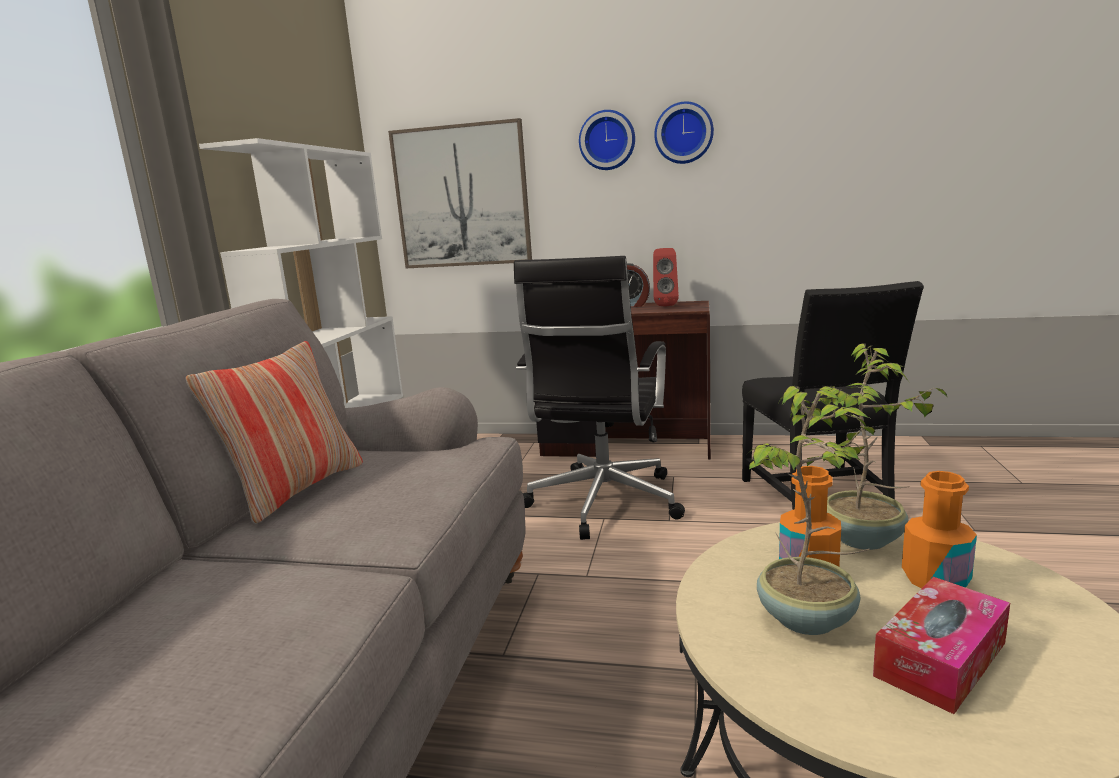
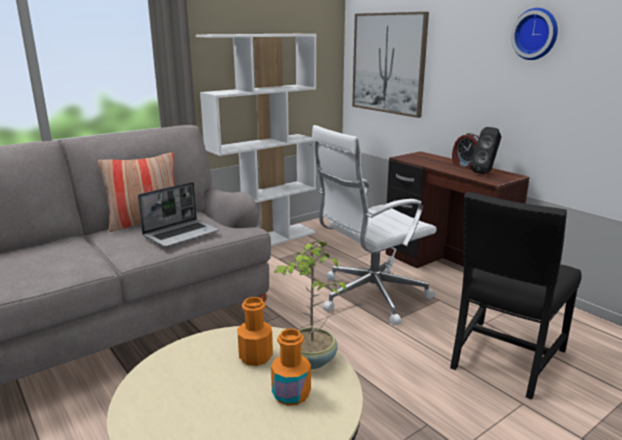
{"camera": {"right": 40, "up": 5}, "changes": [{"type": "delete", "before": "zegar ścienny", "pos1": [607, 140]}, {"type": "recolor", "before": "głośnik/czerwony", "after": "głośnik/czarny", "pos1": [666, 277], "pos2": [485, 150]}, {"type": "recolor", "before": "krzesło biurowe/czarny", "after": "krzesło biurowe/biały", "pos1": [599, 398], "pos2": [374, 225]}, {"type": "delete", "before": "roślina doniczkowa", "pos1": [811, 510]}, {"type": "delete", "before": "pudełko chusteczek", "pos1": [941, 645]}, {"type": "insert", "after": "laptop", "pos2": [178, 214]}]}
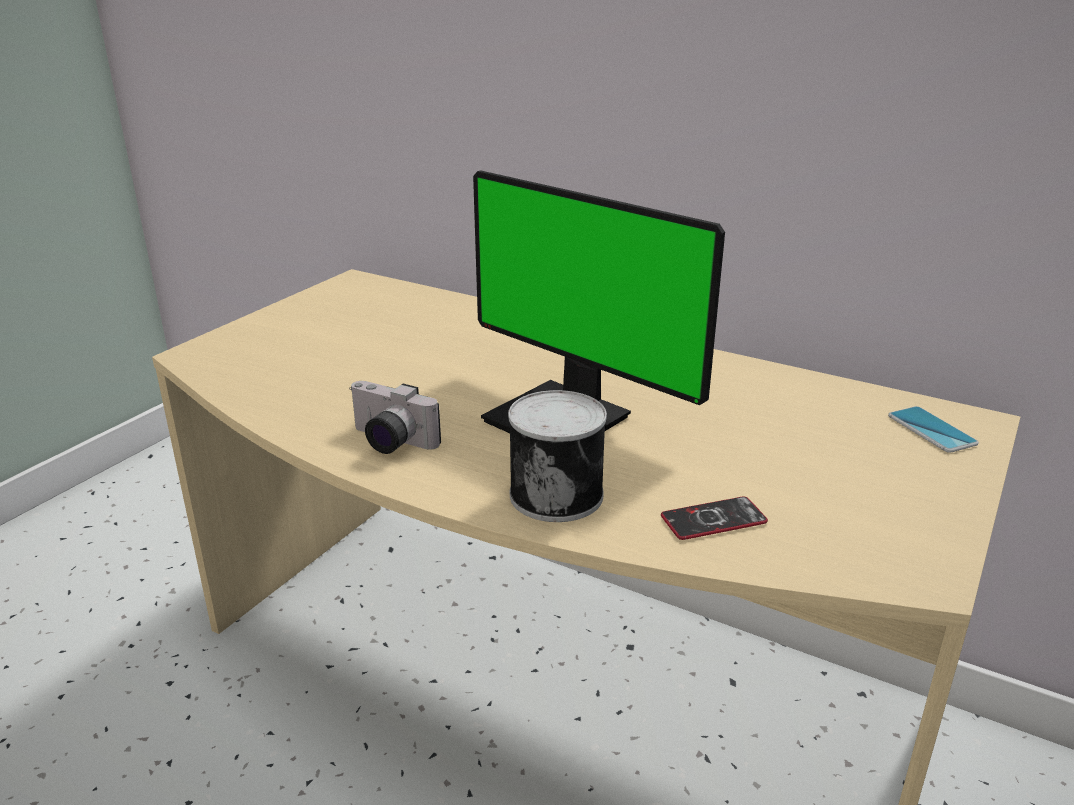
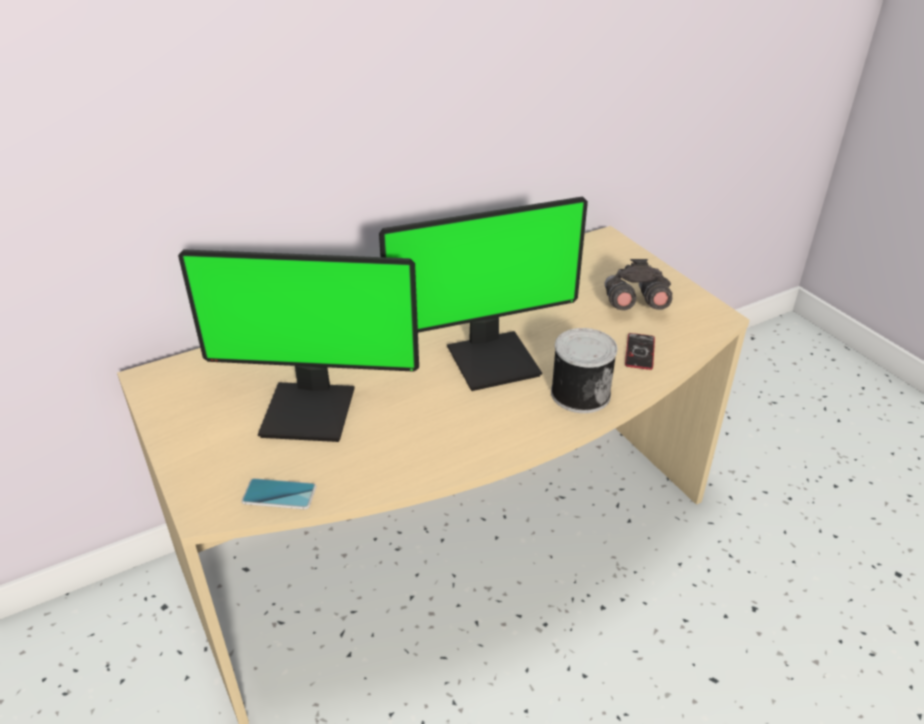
{"camera": {"right": -60, "up": 10}, "changes": [{"type": "delete", "before": "aparat fotograficzny", "pos1": [395, 417]}, {"type": "move", "before": "telefon", "pos1": [933, 429], "pos2": [278, 493]}, {"type": "insert", "after": "monitor", "pos2": [298, 345]}, {"type": "insert", "after": "lornetka/szary", "pos2": [638, 284]}]}
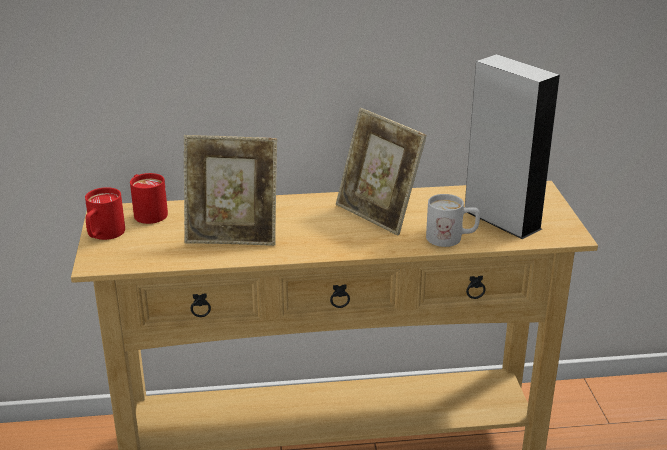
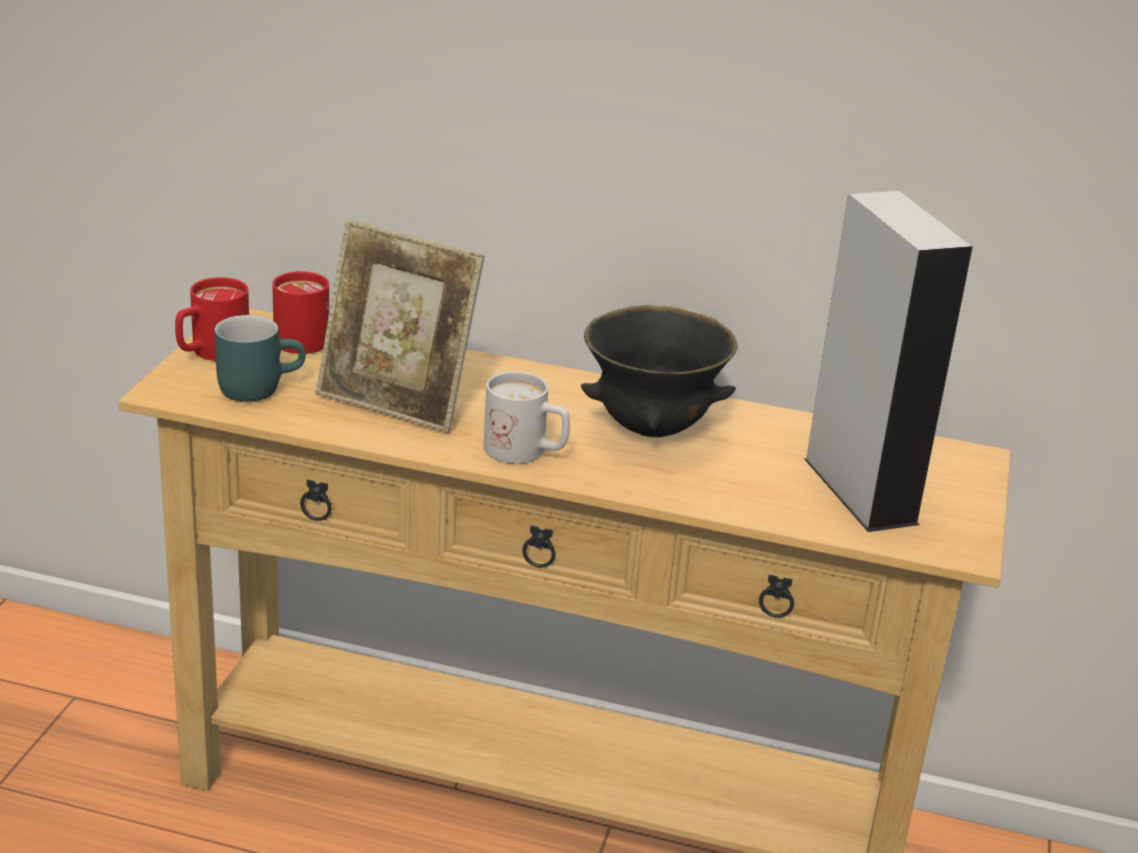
{"camera": {"right": 20, "up": 0}, "changes": [{"type": "replace", "before": "ramka na zdjęcie", "after": "miska/czarny", "pos1": [381, 172], "pos2": [659, 371]}, {"type": "move", "before": "kubek/biały", "pos1": [453, 220], "pos2": [527, 417]}, {"type": "insert", "after": "kubek/turkusowy", "pos2": [260, 358]}]}
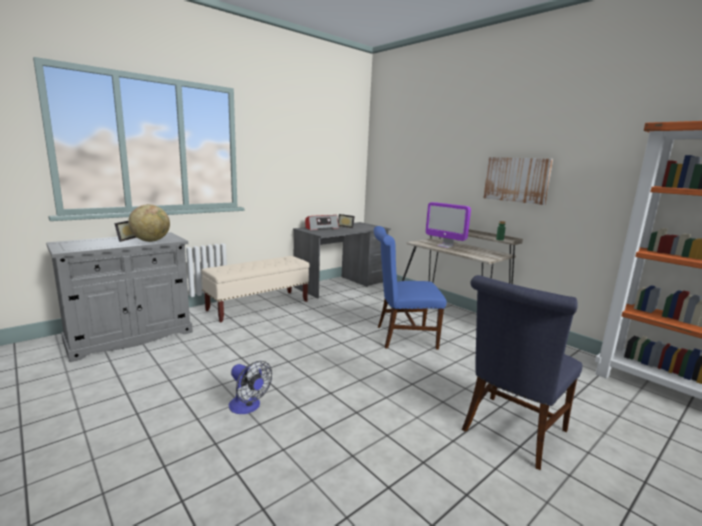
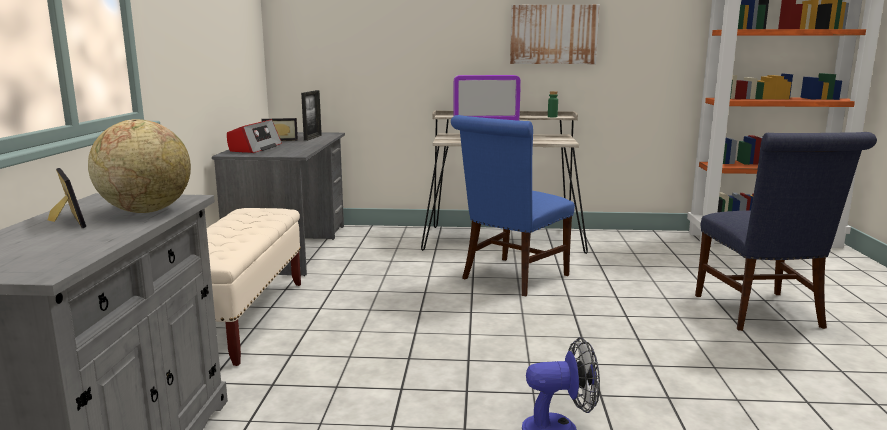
{"camera": {"right": -45, "up": 0}, "changes": [{"type": "insert", "after": "ramka na zdjęcie", "pos2": [311, 115]}]}
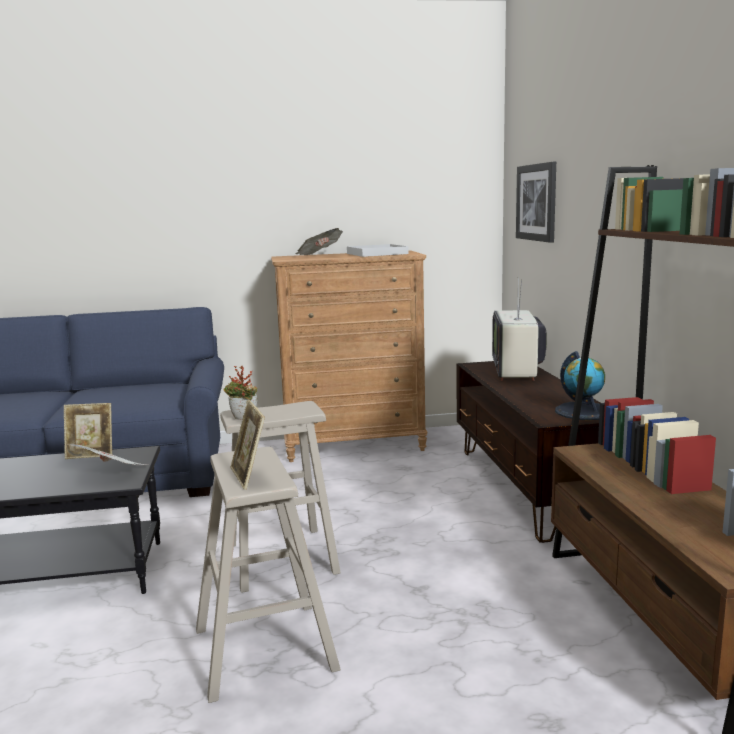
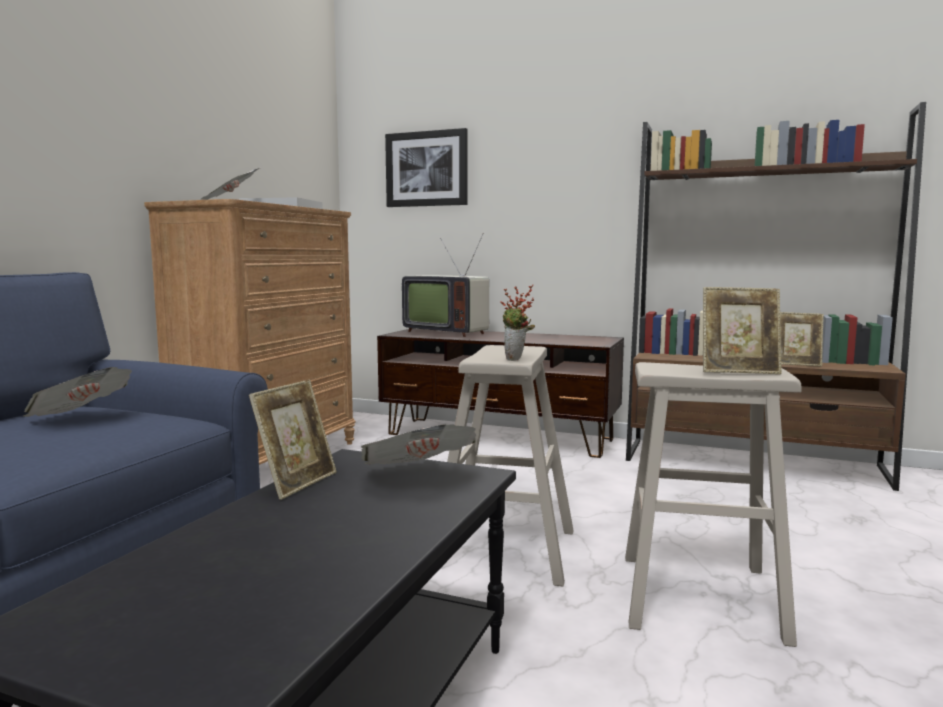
{"camera": {"right": -60, "up": -5}, "changes": [{"type": "delete", "before": "globus", "pos1": [580, 385]}, {"type": "insert", "after": "ramka na zdjęcie", "pos2": [802, 339]}, {"type": "insert", "after": "gazeta", "pos2": [77, 392]}]}
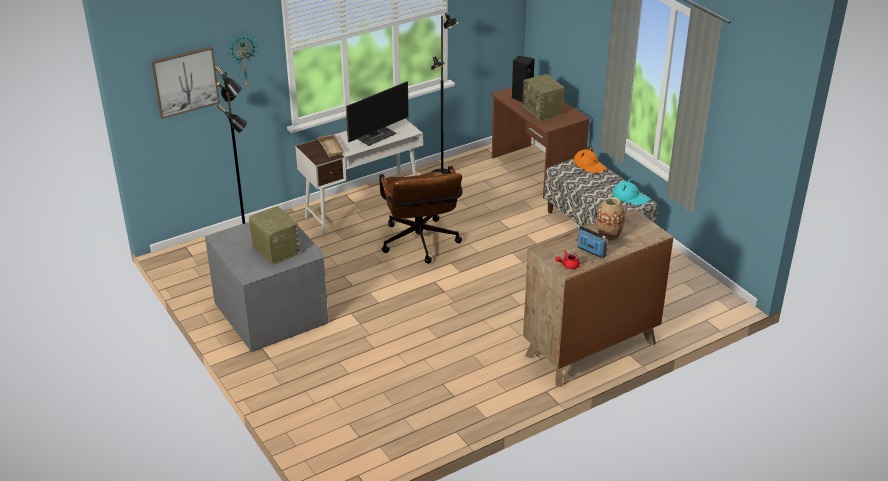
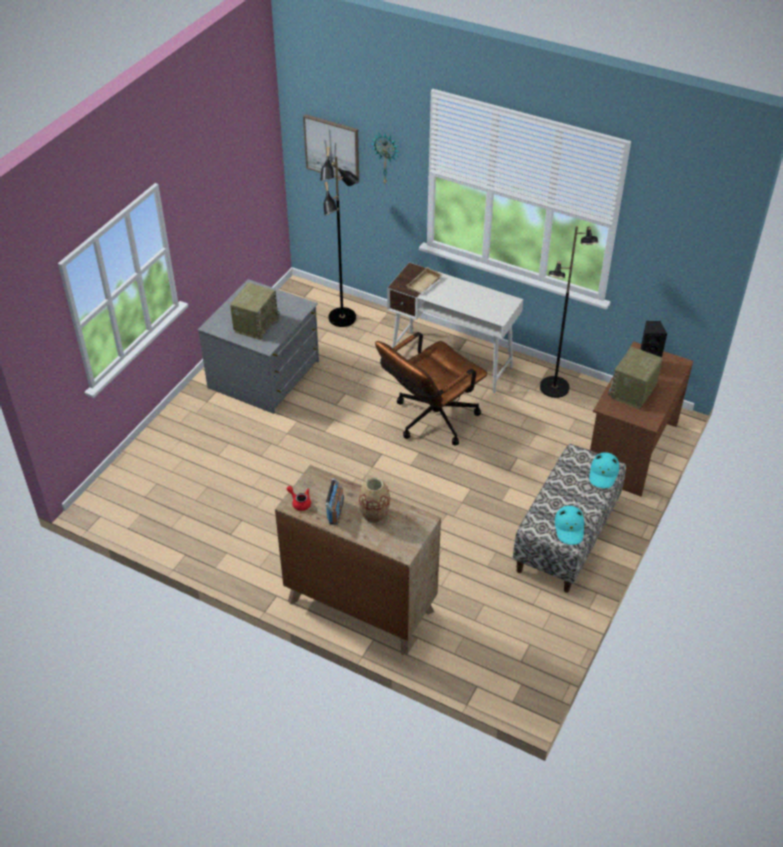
{"camera": {"right": 60, "up": 10}, "changes": [{"type": "delete", "before": "monitor", "pos1": [377, 113]}, {"type": "recolor", "before": "kapelusz/pomarańczowy", "after": "kapelusz/turkusowy", "pos1": [589, 160], "pos2": [604, 470]}]}
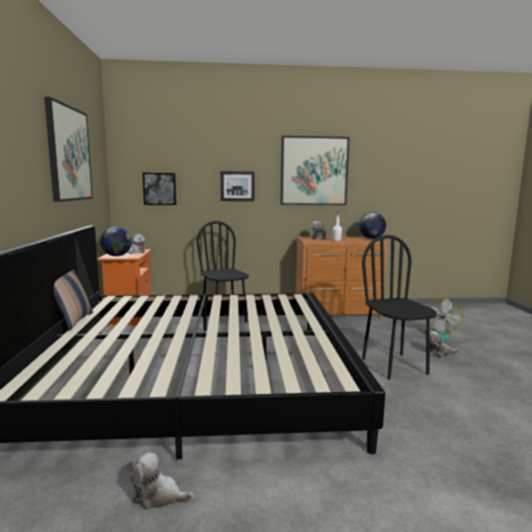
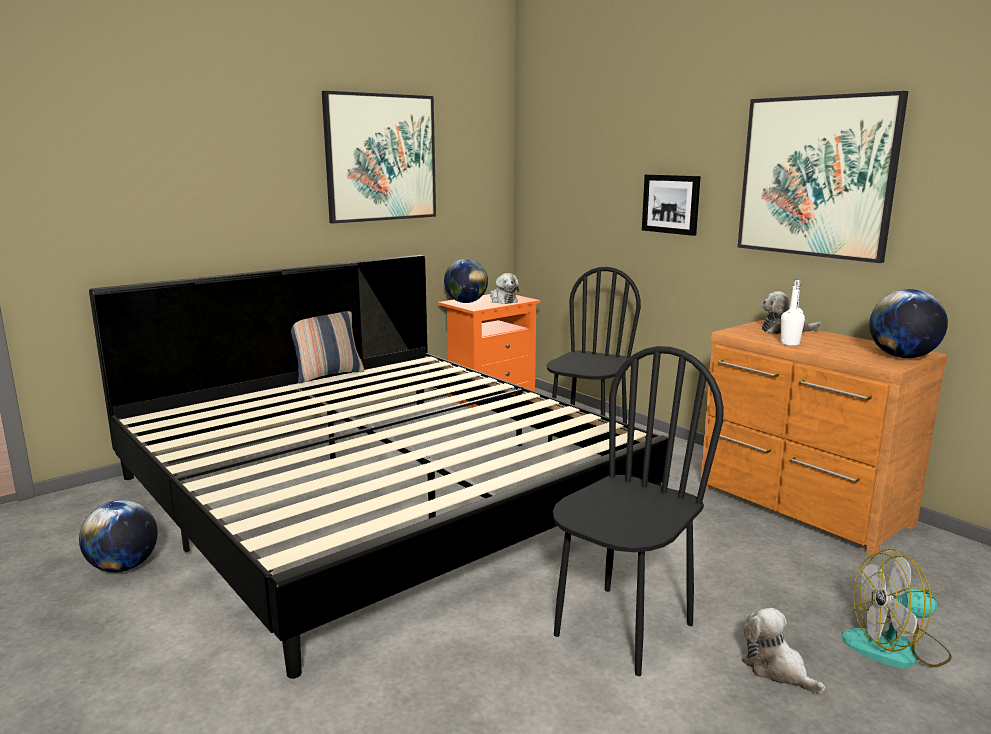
{"camera": {"right": 55, "up": 5}, "changes": [{"type": "delete", "before": "obraz", "pos1": [159, 189]}, {"type": "replace", "before": "pluszak", "after": "globus", "pos1": [162, 481], "pos2": [118, 536]}]}
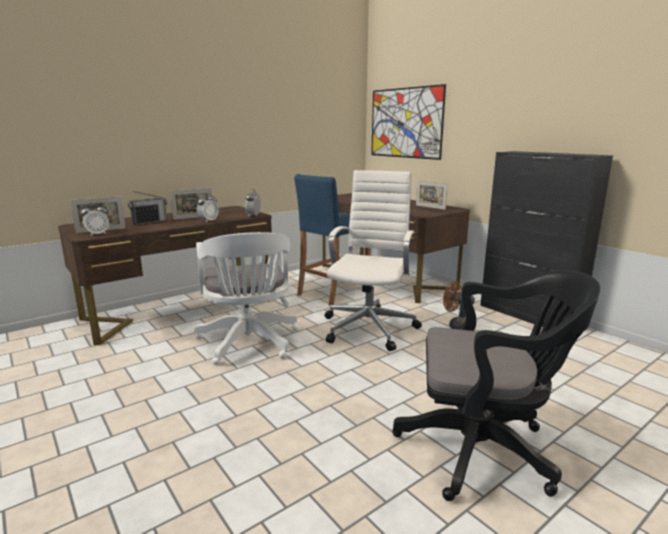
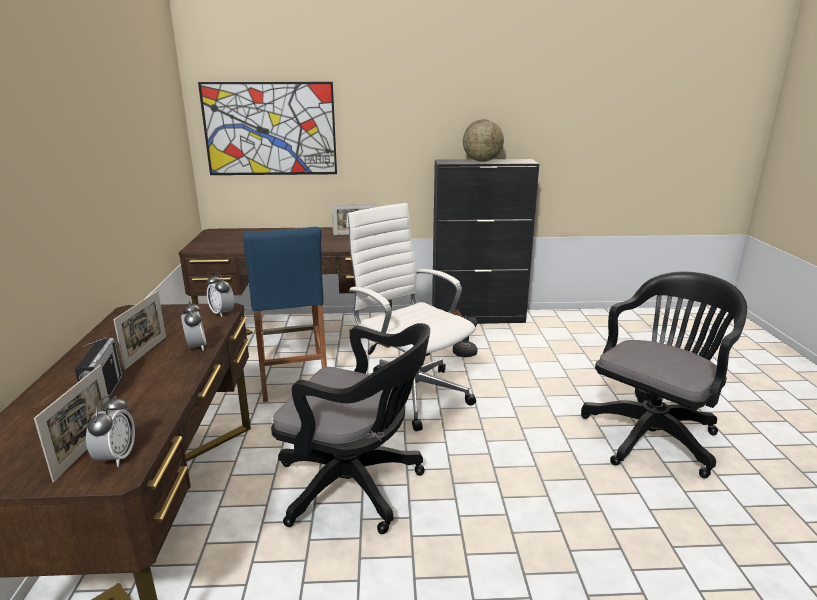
{"camera": {"right": -55, "up": 5}, "changes": [{"type": "recolor", "before": "krzesło biurowe/biały", "after": "krzesło biurowe/czarny", "pos1": [246, 298], "pos2": [350, 428]}, {"type": "insert", "after": "globus", "pos2": [483, 140]}]}
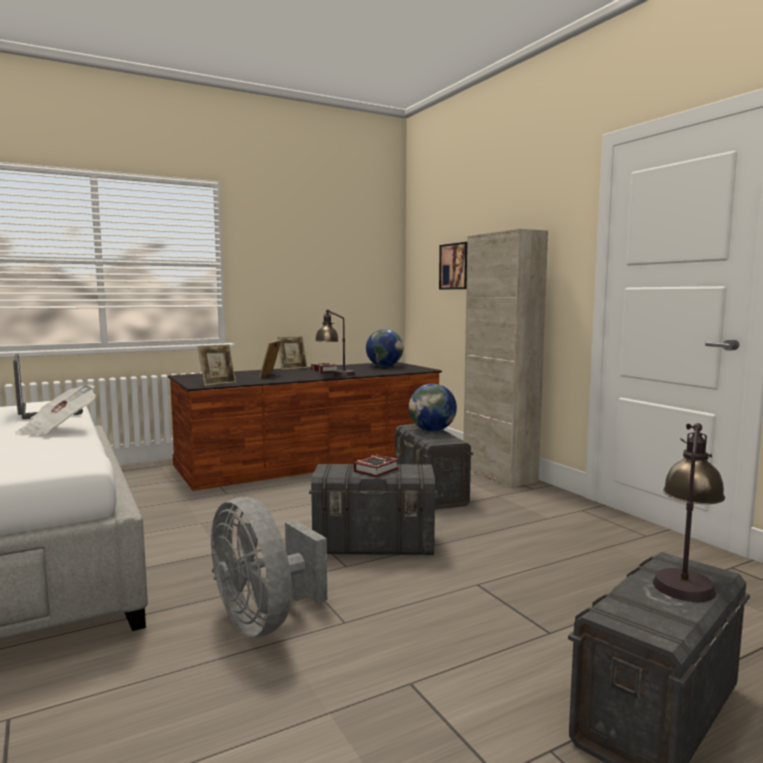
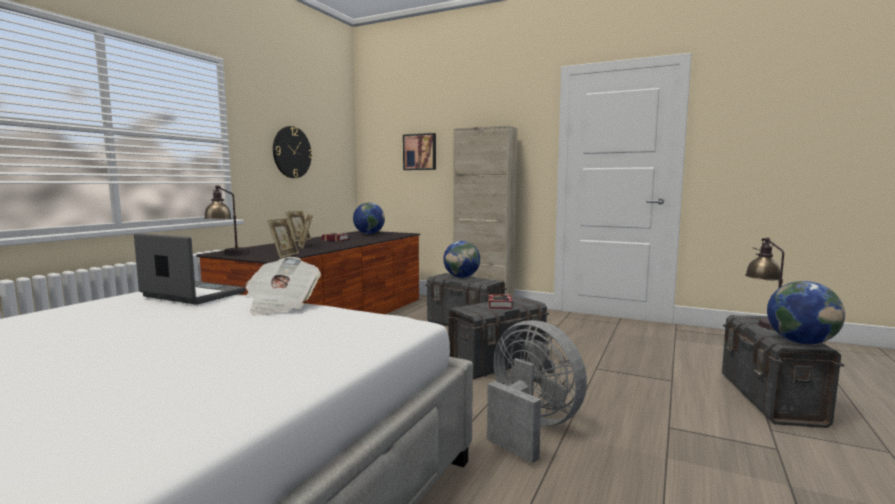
{"camera": {"right": -35, "up": 0}, "changes": [{"type": "move", "before": "lampa stołowa", "pos1": [335, 342], "pos2": [226, 219]}, {"type": "rotate", "before": "wentylator/szary", "pos1": [268, 567], "pos2": [537, 391], "turn": -150}, {"type": "insert", "after": "zegar ścienny", "pos2": [293, 152]}, {"type": "insert", "after": "globus", "pos2": [806, 312]}]}
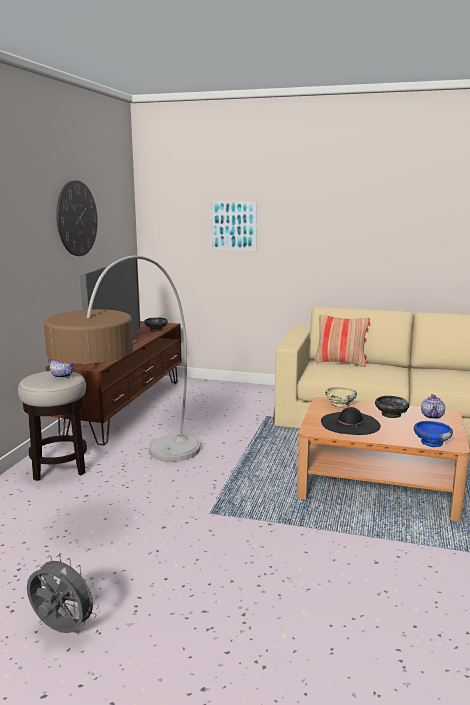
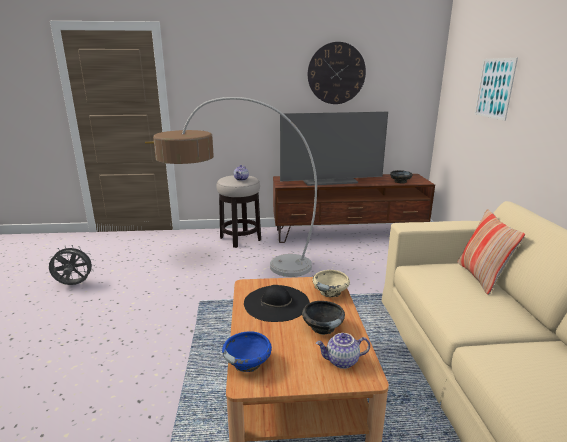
{"camera": {"right": 70, "up": 5}, "changes": [{"type": "rotate", "before": "wentylator/szary", "pos1": [63, 594], "pos2": [72, 265], "turn": -105}]}
